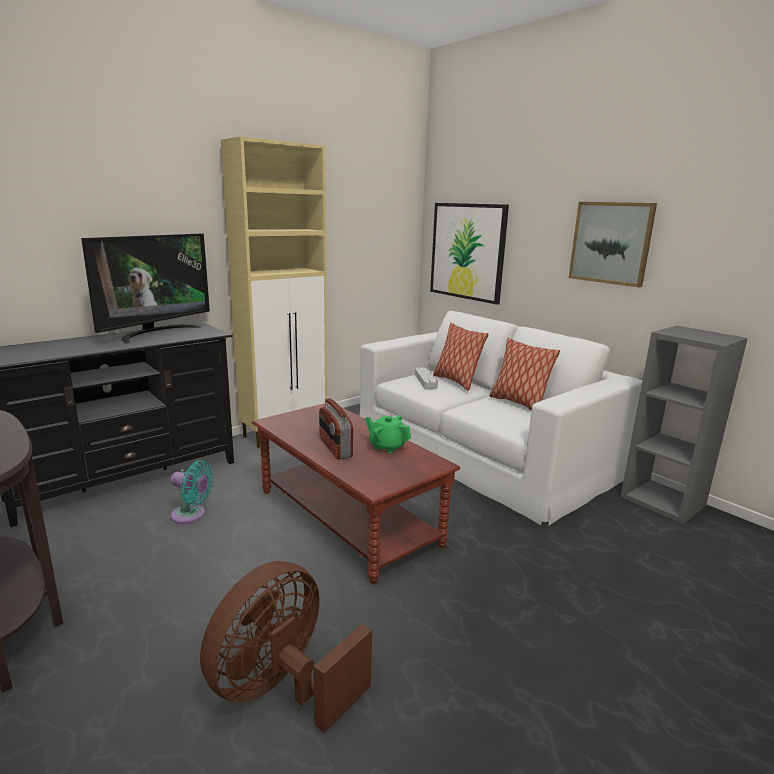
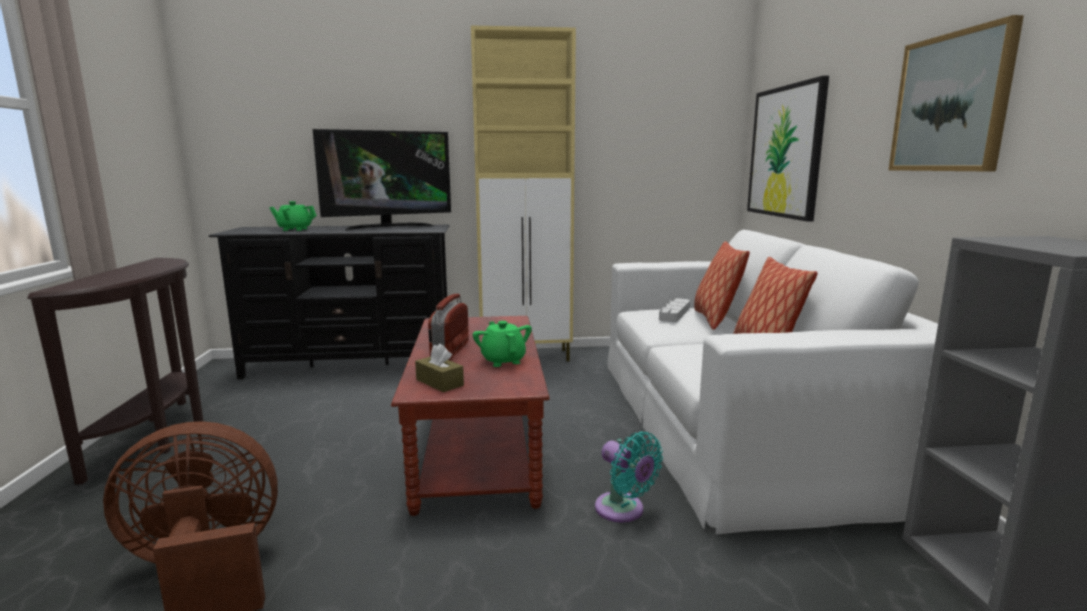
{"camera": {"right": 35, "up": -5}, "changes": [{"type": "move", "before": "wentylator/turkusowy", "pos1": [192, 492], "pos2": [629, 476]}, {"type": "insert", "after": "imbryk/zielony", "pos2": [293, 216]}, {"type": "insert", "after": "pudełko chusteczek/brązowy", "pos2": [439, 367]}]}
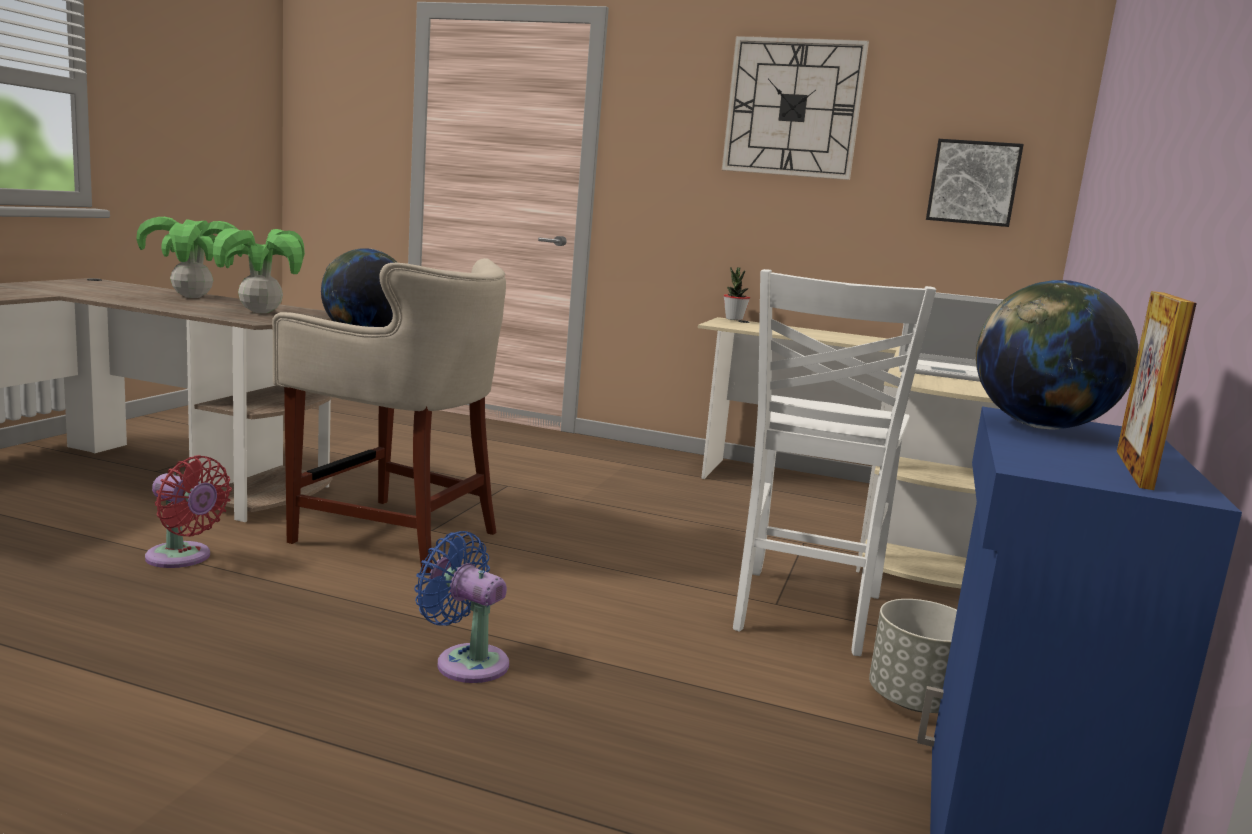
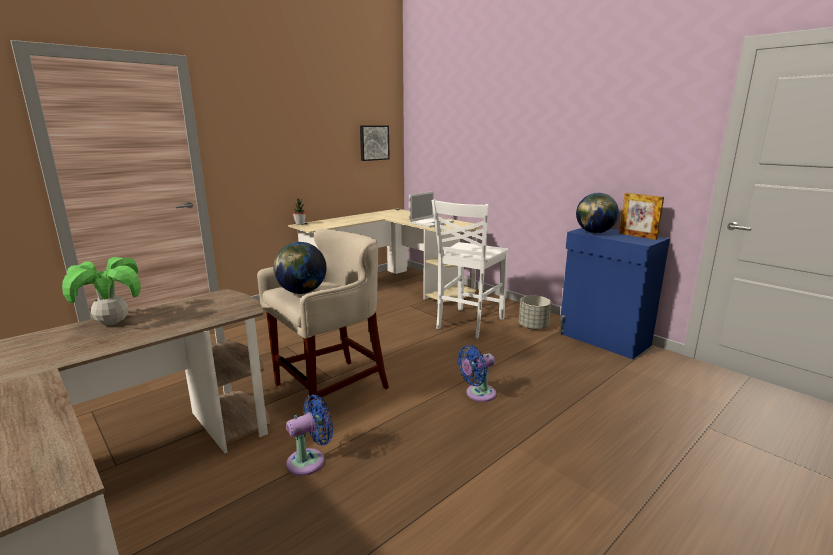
{"camera": {"right": -60, "up": 5}, "changes": [{"type": "delete", "before": "zegar ścienny", "pos1": [795, 108]}, {"type": "delete", "before": "roślina doniczkowa", "pos1": [259, 270]}, {"type": "rotate", "before": "krzesło/biały", "pos1": [834, 462], "pos2": [470, 269], "turn": 75}, {"type": "recolor", "before": "wentylator/czerwony", "after": "wentylator/niebieski", "pos1": [188, 511], "pos2": [309, 435]}]}
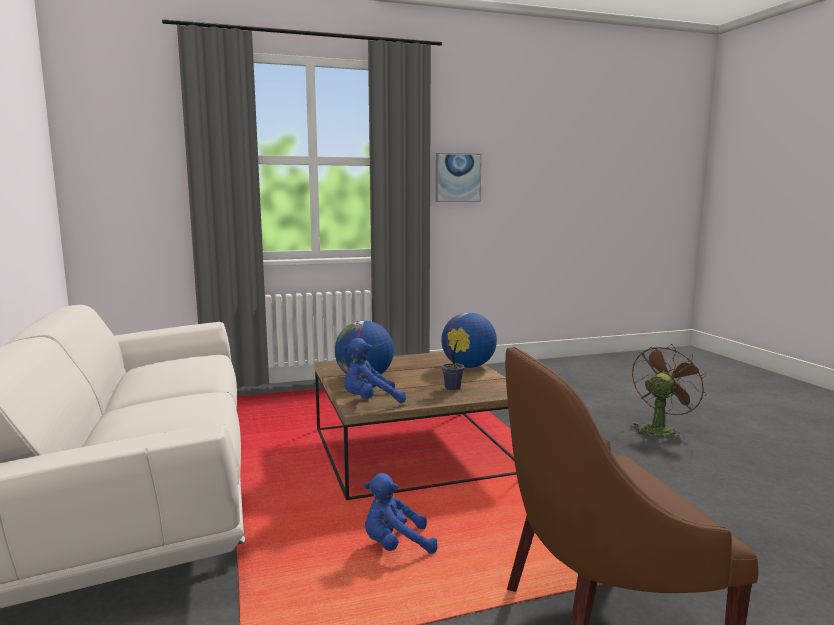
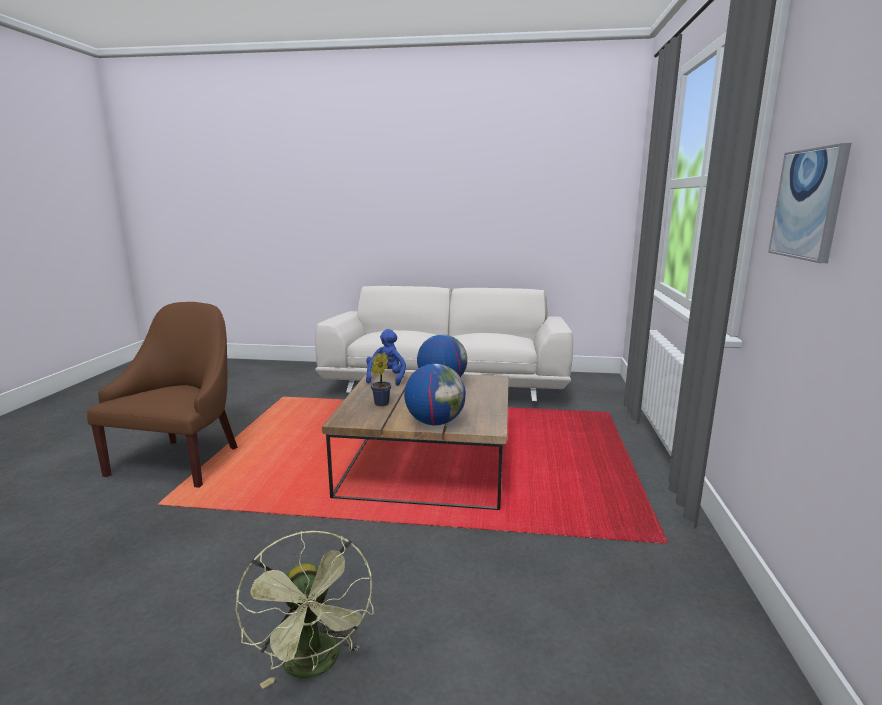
{"camera": {"right": 115, "up": 5}, "changes": [{"type": "recolor", "before": "wentylator/brązowy", "after": "wentylator/zielony", "pos1": [668, 390], "pos2": [305, 610]}, {"type": "delete", "before": "pluszak/niebieski", "pos1": [401, 513]}]}
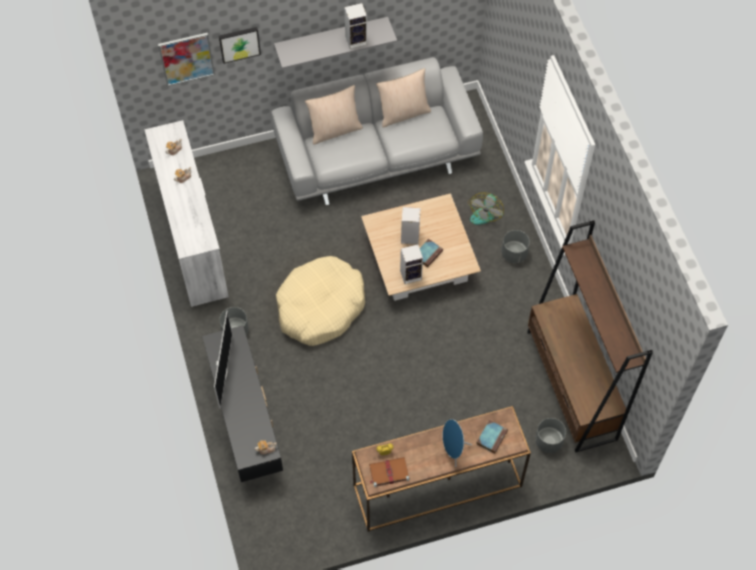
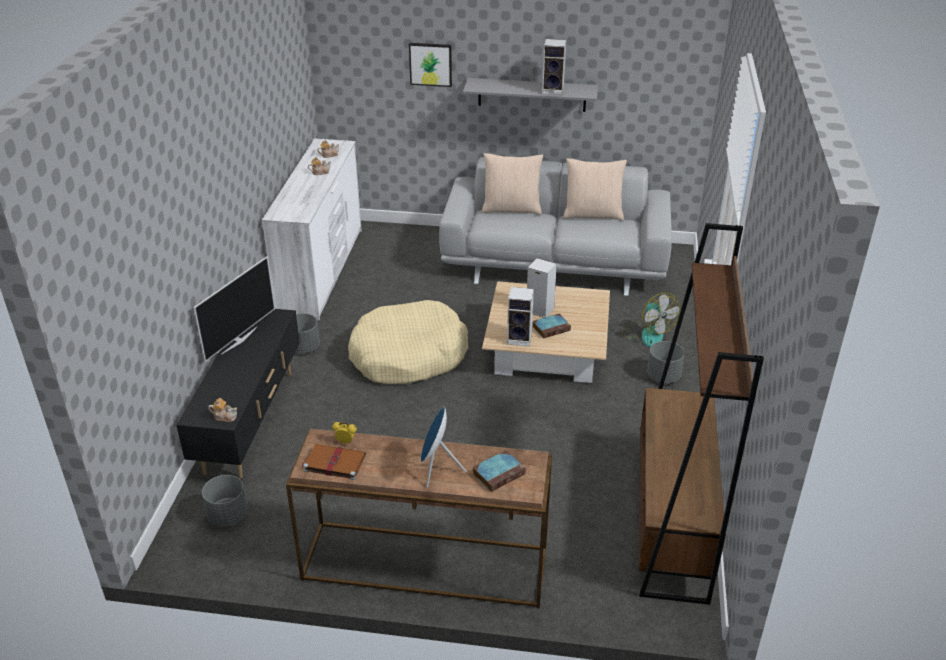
{"camera": {"right": 25, "up": -25}, "changes": [{"type": "delete", "before": "obraz", "pos1": [186, 59]}, {"type": "rotate", "before": "wentylator", "pos1": [486, 208], "pos2": [651, 320], "turn": -75}, {"type": "move", "before": "donica/szary", "pos1": [550, 435], "pos2": [225, 501]}]}
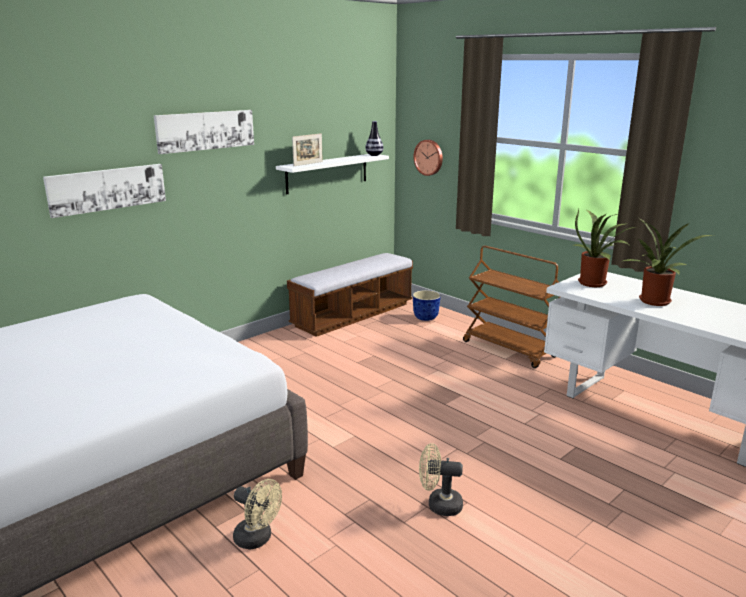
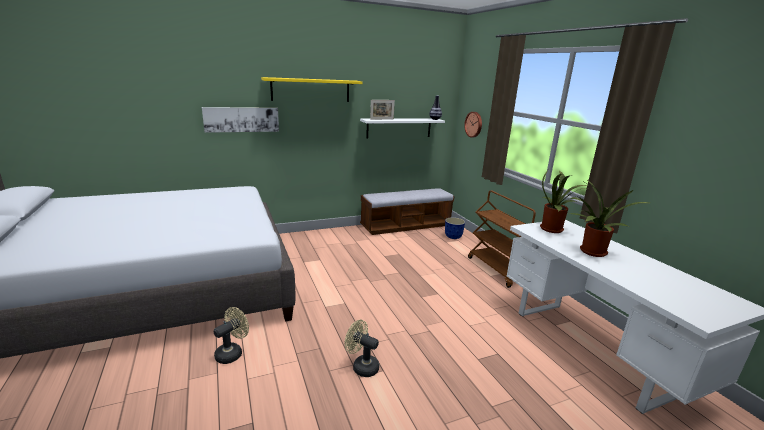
{"camera": {"right": 20, "up": 0}, "changes": [{"type": "replace", "before": "obraz", "after": "półka/żółty", "pos1": [204, 132], "pos2": [311, 89]}, {"type": "rotate", "before": "wentylator/beżowy", "pos1": [257, 514], "pos2": [231, 335], "turn": -105}]}
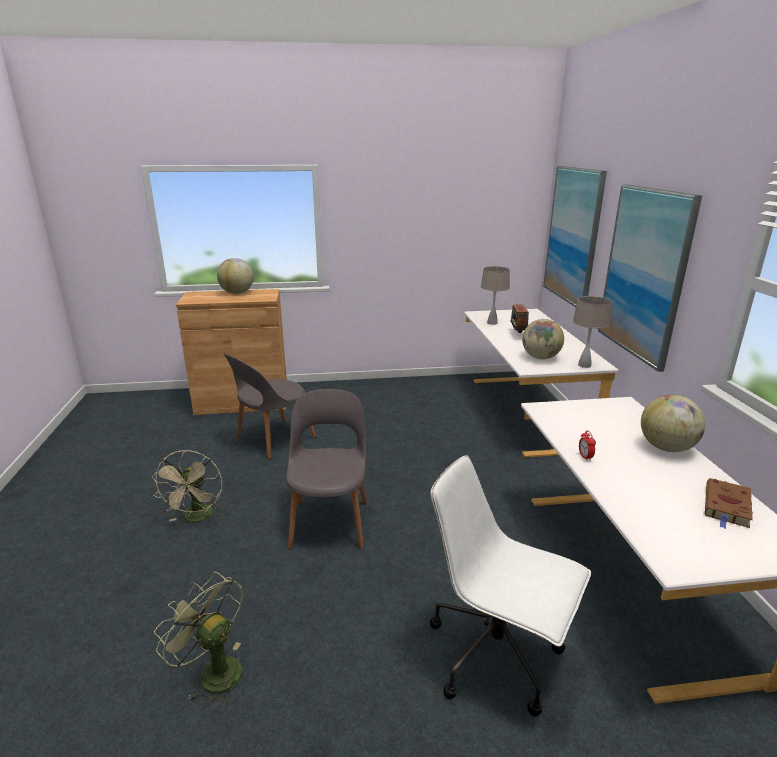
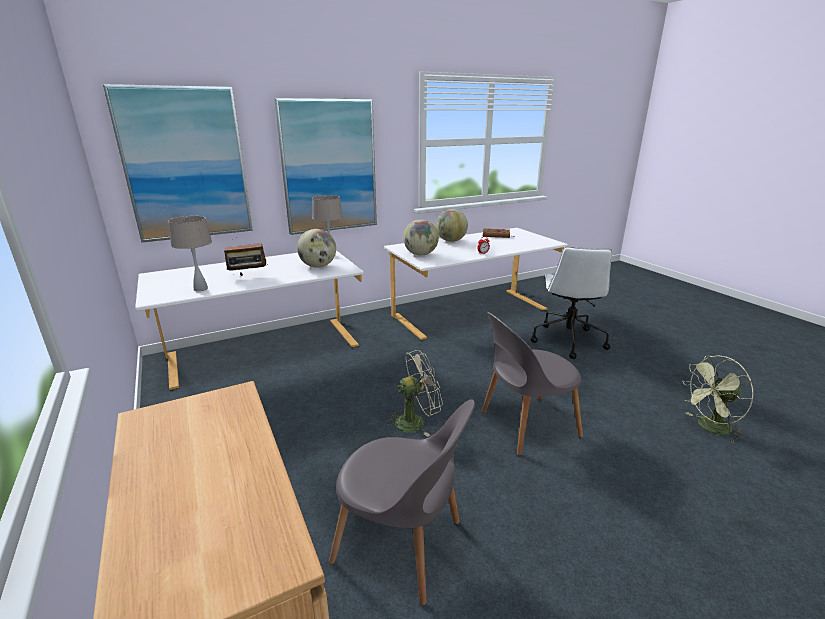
{"camera": {"right": -110, "up": 0}, "changes": [{"type": "move", "before": "globus", "pos1": [235, 276], "pos2": [421, 238]}, {"type": "move", "before": "wentylator/beżowy", "pos1": [187, 486], "pos2": [414, 393]}, {"type": "rotate", "before": "wentylator/zielony", "pos1": [198, 639], "pos2": [717, 399], "turn": 60}]}
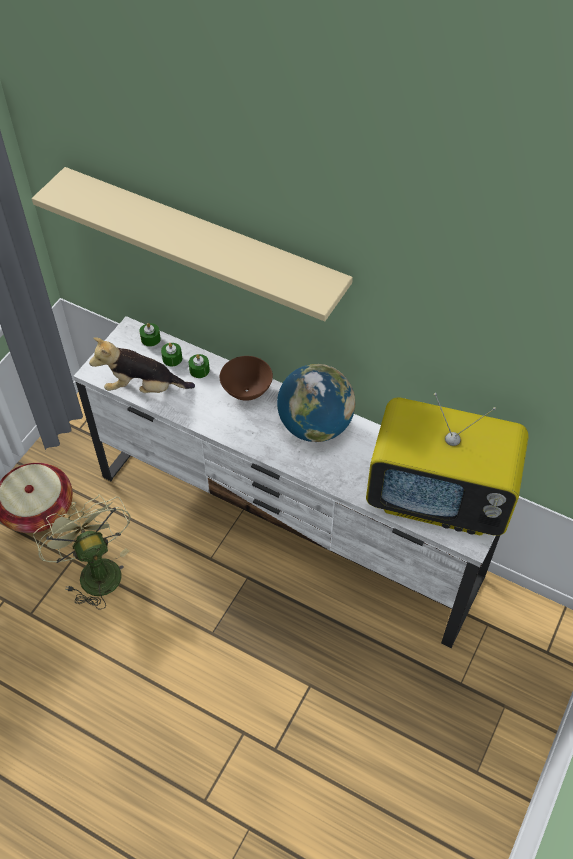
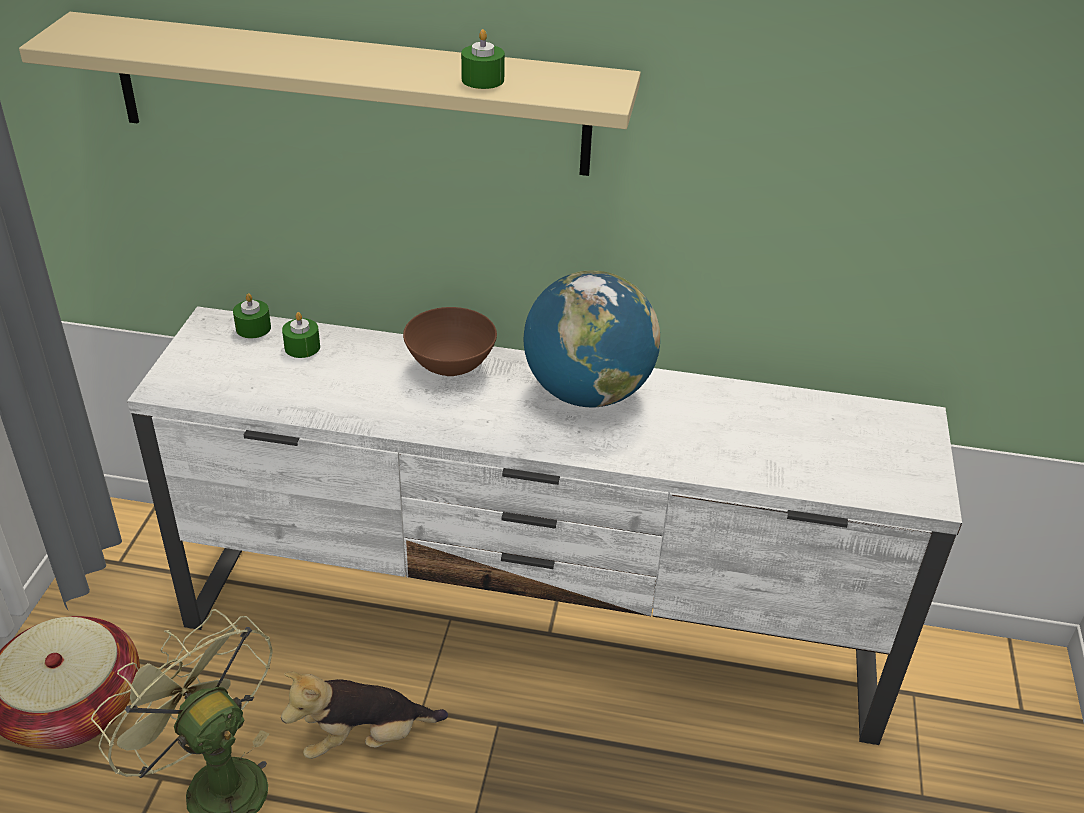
{"camera": {"right": -20, "up": -15}, "changes": [{"type": "move", "before": "pluszak", "pos1": [142, 365], "pos2": [364, 715]}, {"type": "move", "before": "świeca/zielony", "pos1": [199, 366], "pos2": [483, 59]}, {"type": "delete", "before": "telewizor", "pos1": [447, 464]}]}
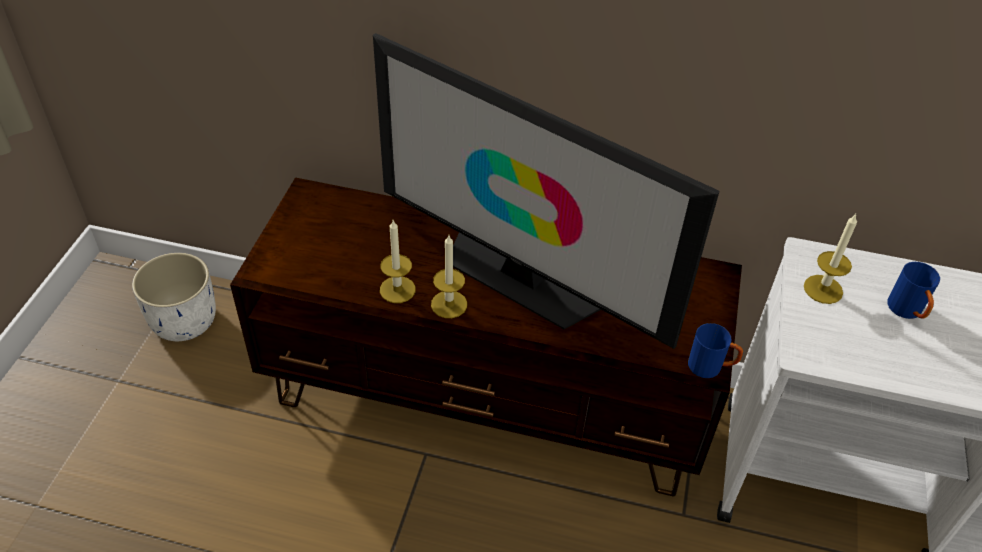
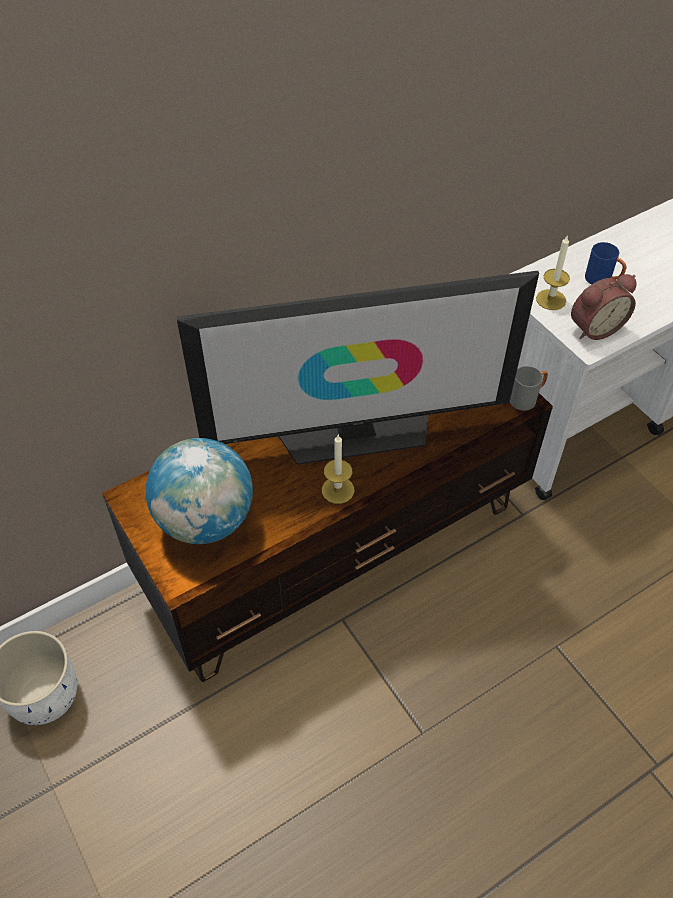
{"camera": {"right": -45, "up": 5}, "changes": [{"type": "delete", "before": "świeca", "pos1": [398, 261]}, {"type": "recolor", "before": "kubek/niebieski", "after": "kubek/szary", "pos1": [715, 350], "pos2": [529, 388]}, {"type": "insert", "after": "budzik", "pos2": [603, 307]}, {"type": "insert", "after": "globus", "pos2": [199, 491]}]}
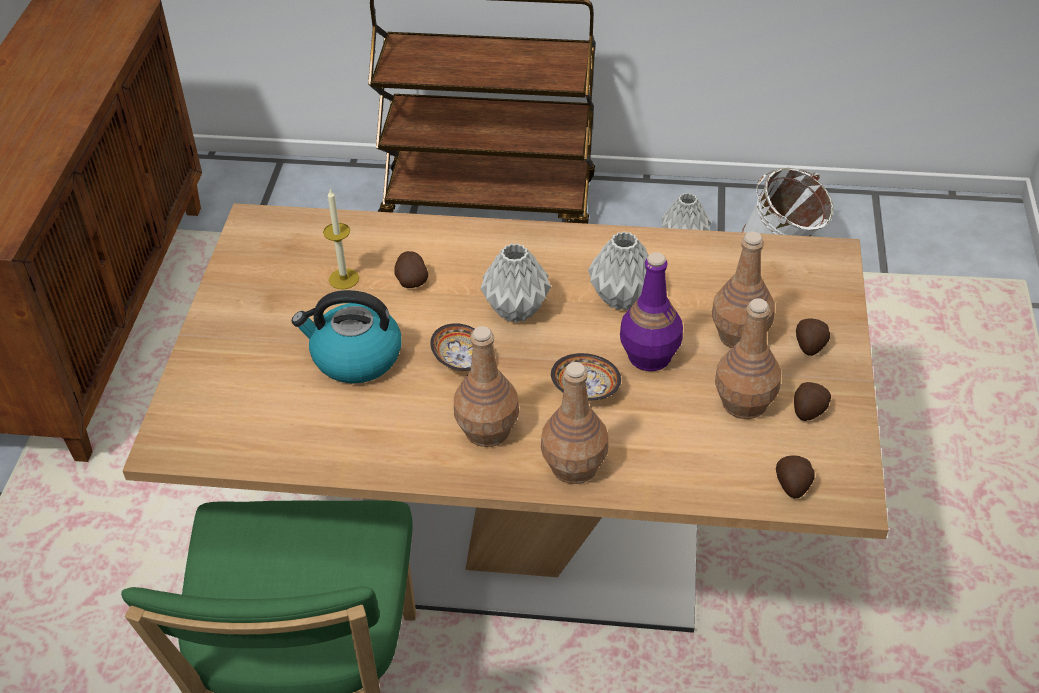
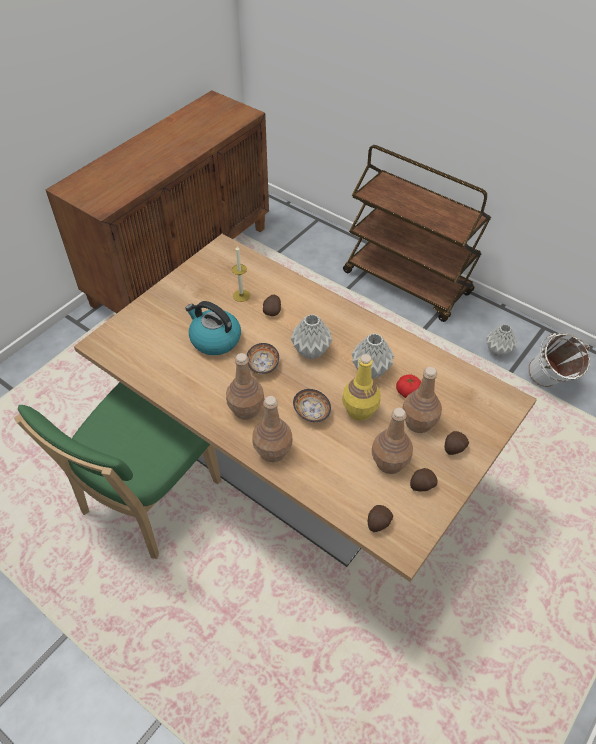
{"camera": {"right": 30, "up": 5}, "changes": [{"type": "recolor", "before": "butelka/fioletowy", "after": "butelka/żółty", "pos1": [651, 311], "pos2": [361, 387]}, {"type": "insert", "after": "pomidor", "pos2": [408, 386]}]}
